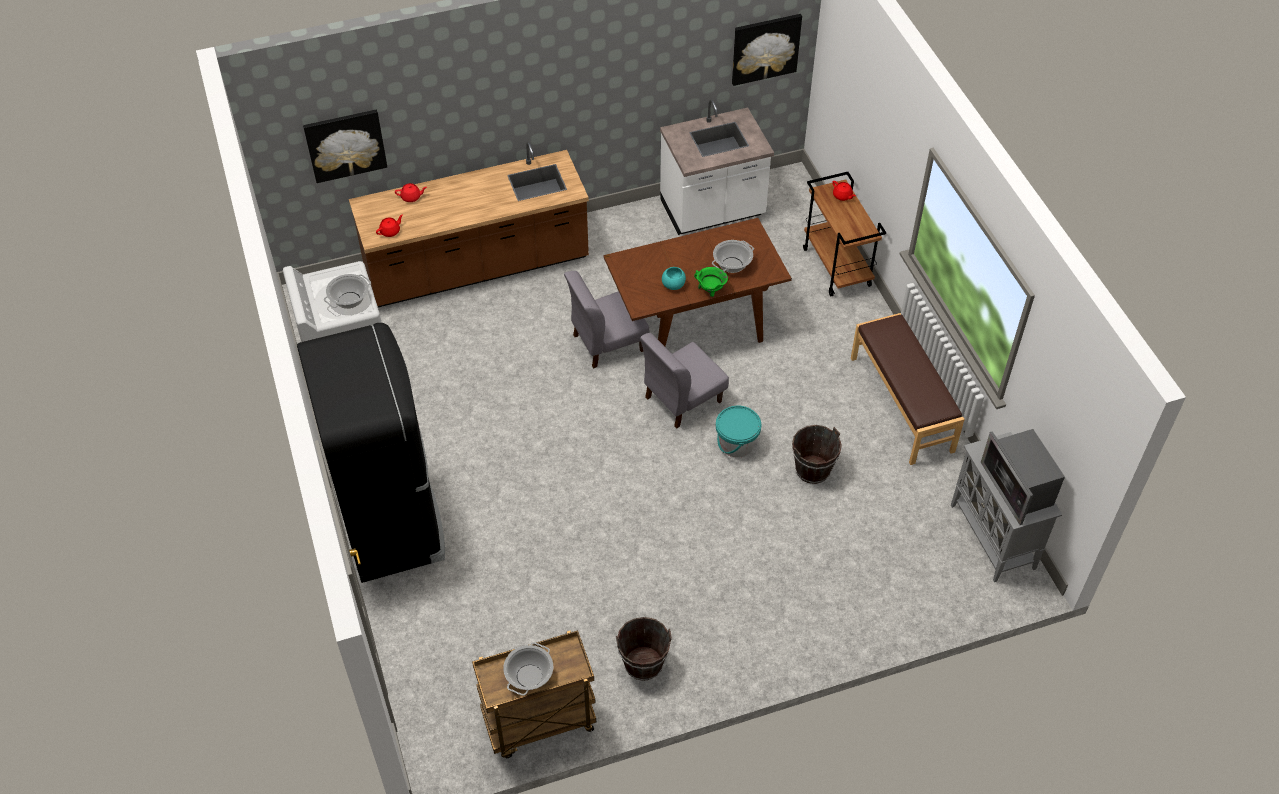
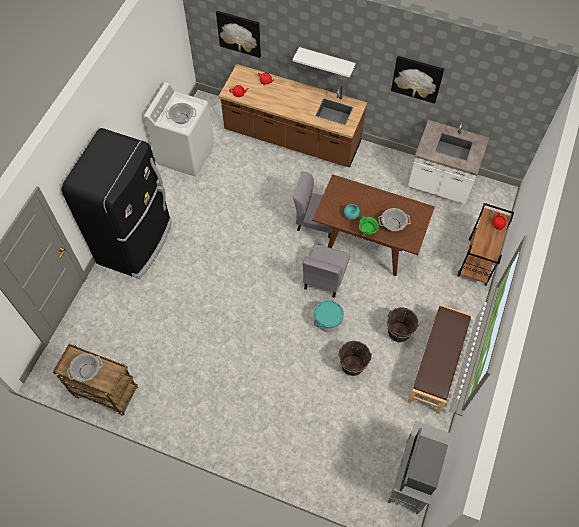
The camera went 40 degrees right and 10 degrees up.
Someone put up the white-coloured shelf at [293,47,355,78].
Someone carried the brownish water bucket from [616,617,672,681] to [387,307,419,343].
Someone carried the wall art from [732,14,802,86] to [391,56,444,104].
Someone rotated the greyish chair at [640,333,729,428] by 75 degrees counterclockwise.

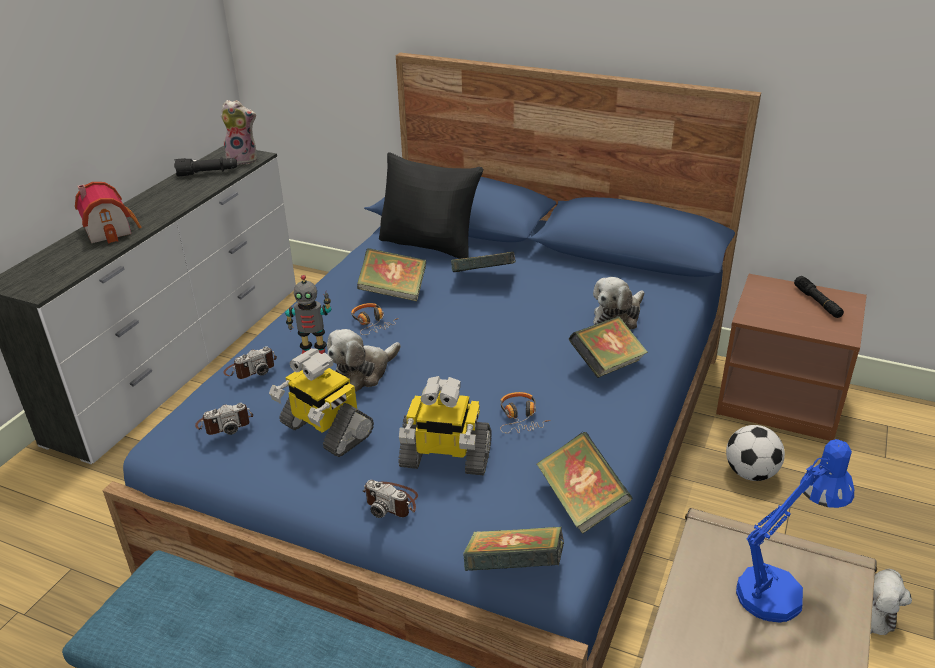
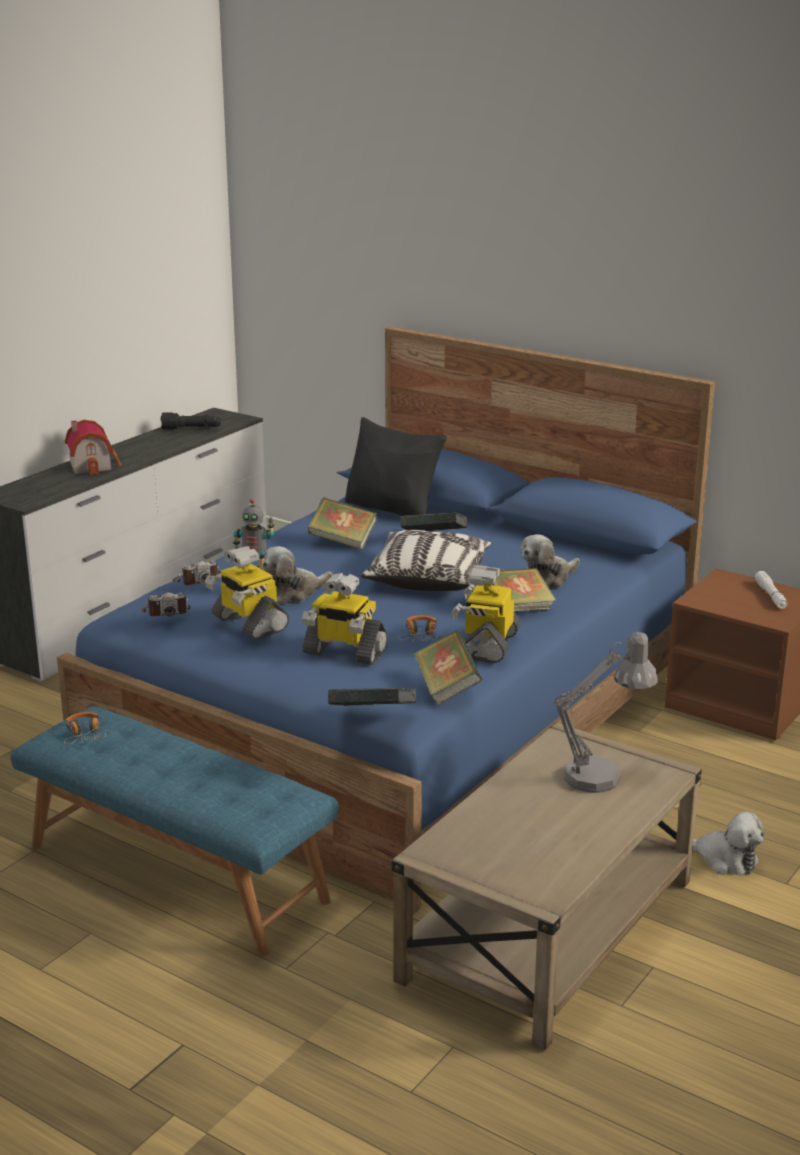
The camera went 10 degrees right and 10 degrees down.
Someone took away the plush toy at [221,100,257,165].
Someone took away the still camera at [363,480,418,518].
Someone took away the football ball at [726,425,785,481].
Someone put down the throw pillow at [361,530,492,591].
Someone put down the toy robot at [451,565,521,663].
Someone carried the pair of headphones from [351,303,399,335] to [64,712,113,744].
Someone repainted the blue table lamp at [736,439,854,623], which became the greyish table lamp at [554,632,658,793].
Someone repainted the blackish hand torch at [794,276,844,318], which became the white-coloured hand torch at [755,571,788,609].

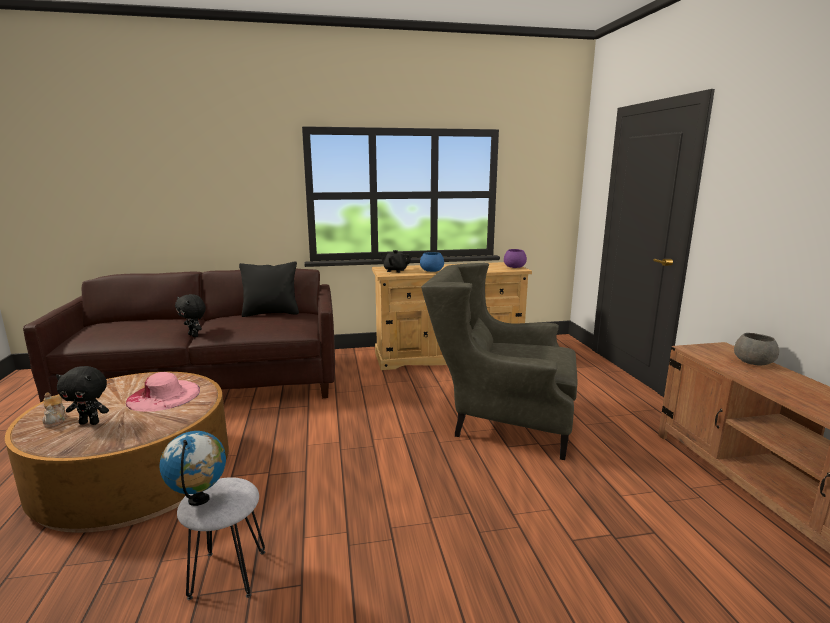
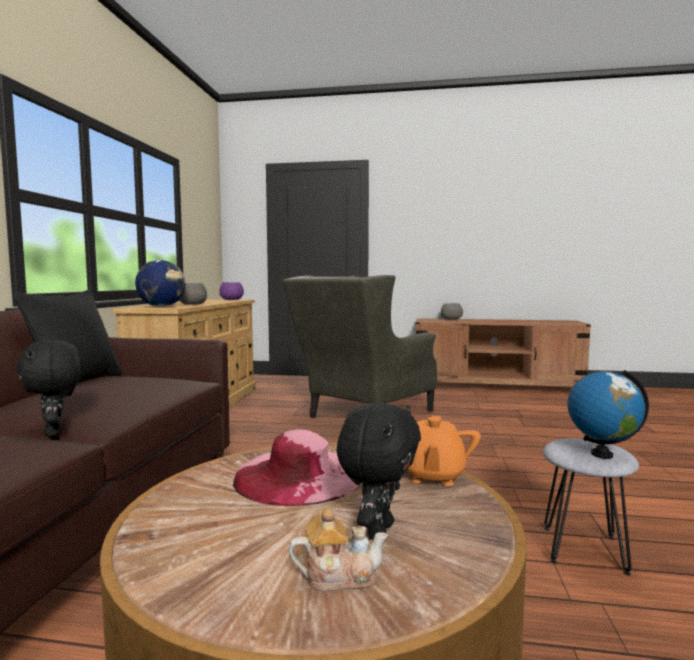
The camera went 70 degrees left and 10 degrees down.
Someone put down the orangey pot for tea at [407,416,481,486].
Someone swapped the blackish pot for tea at [379,250,411,273] for the desk globe at [135,260,185,307].
Someone repainted the blue deep dish at [420,252,444,272], which became the greyish deep dish at [179,283,207,305].
Someone rotated the blackish plush toy at [175,294,206,337] by 90 degrees clockwise.

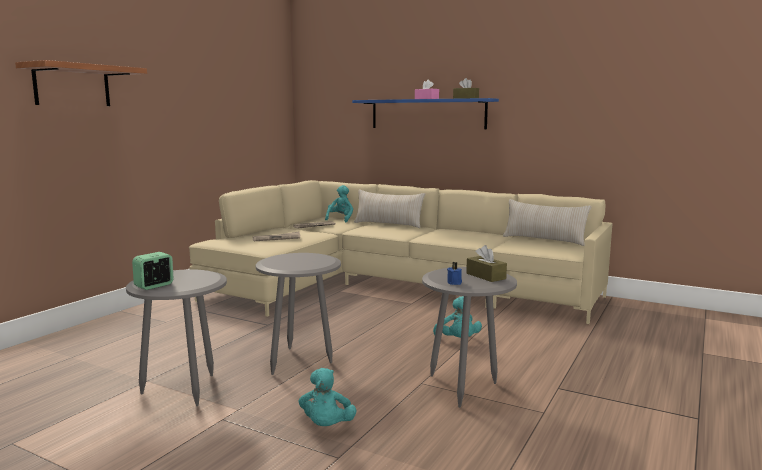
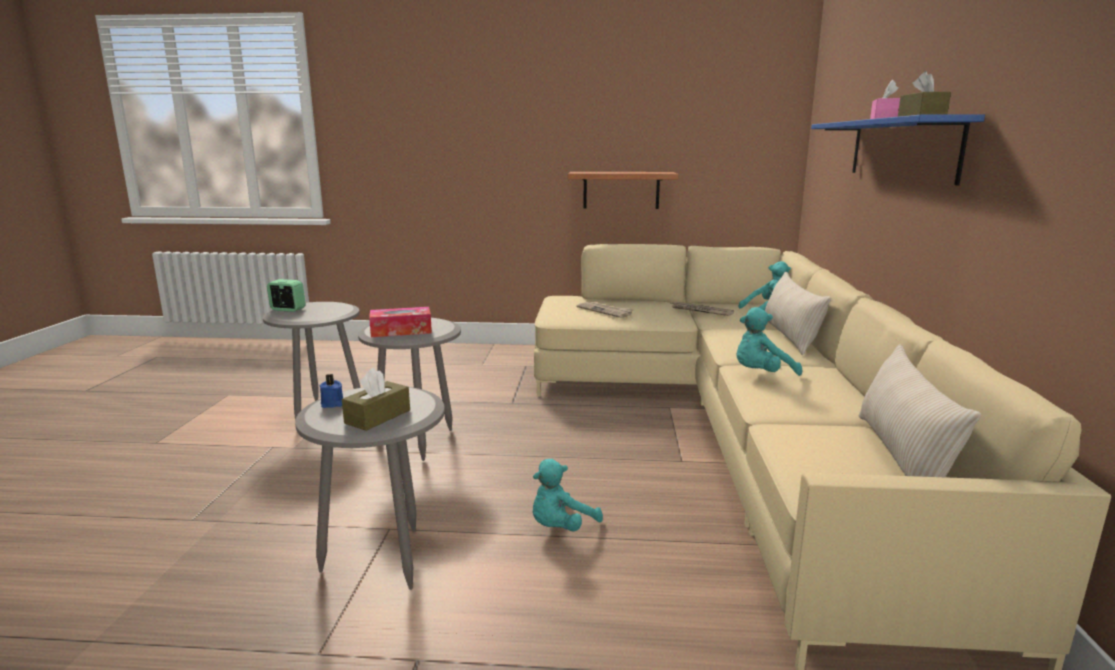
The camera went 65 degrees right and 5 degrees up.
Someone put down the tissue box at [369,307,432,337].
Someone carried the shelf from [15,60,147,106] to [568,172,678,209].
Someone carried the blue-green plush toy from [299,368,357,426] to [736,307,802,376].

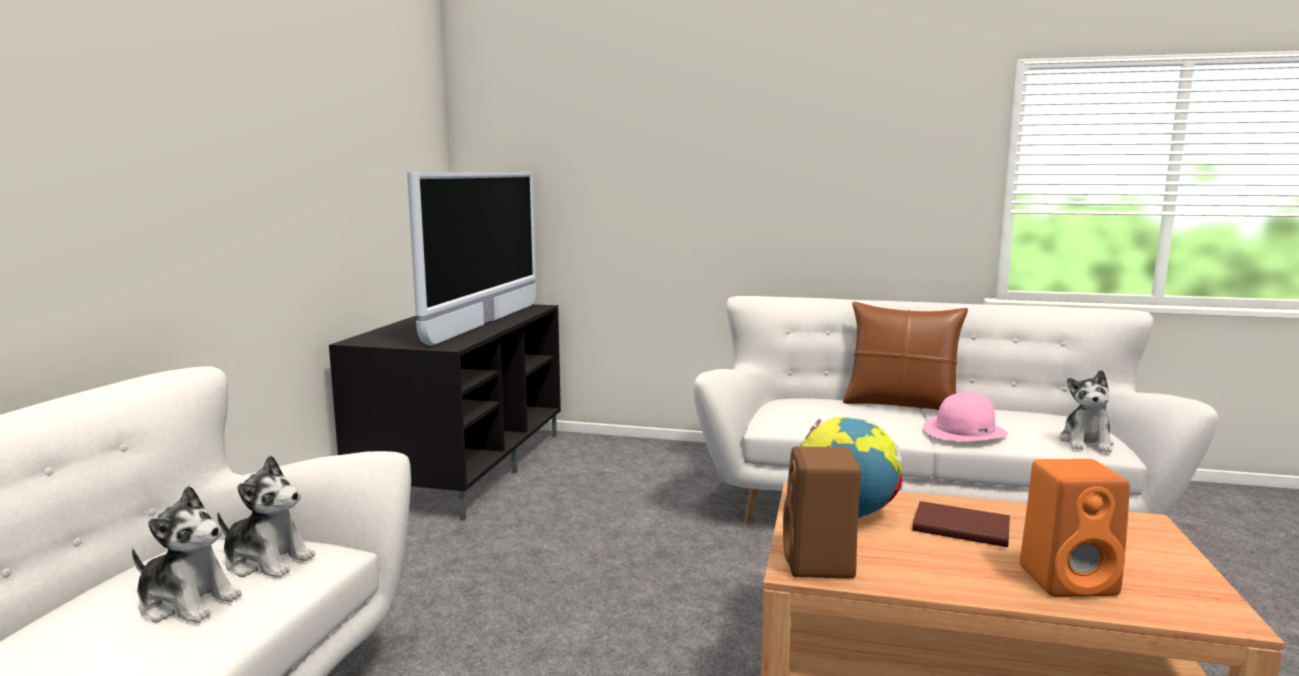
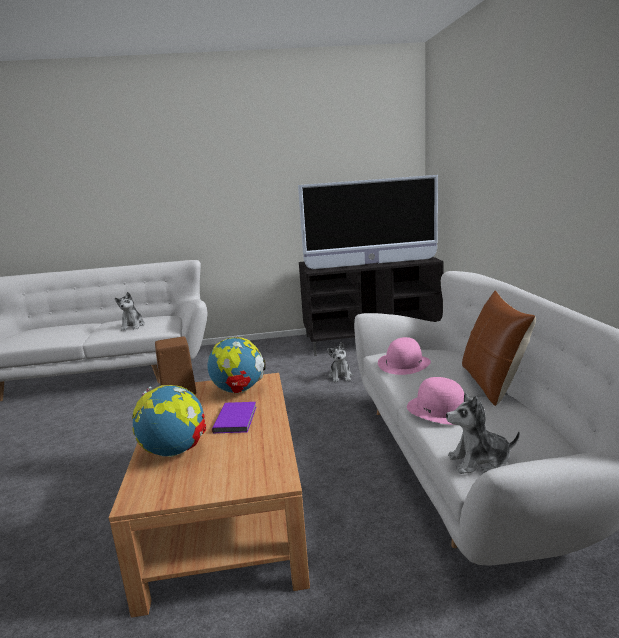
The camera went 70 degrees right and 5 degrees up.
Someone put down the pinkish hat at [378,337,431,375].
Someone carried the plush toy from [217,455,315,578] to [327,342,352,382].
Someone swapped the orangey audio speaker at [1020,459,1130,597] for the desk globe at [132,385,206,457].
Someone repainted the brownish bound book at [913,501,1010,547], which became the purple bound book at [212,402,256,433].

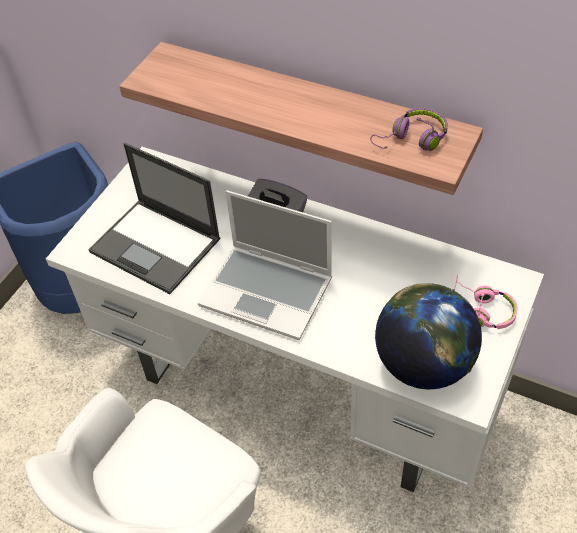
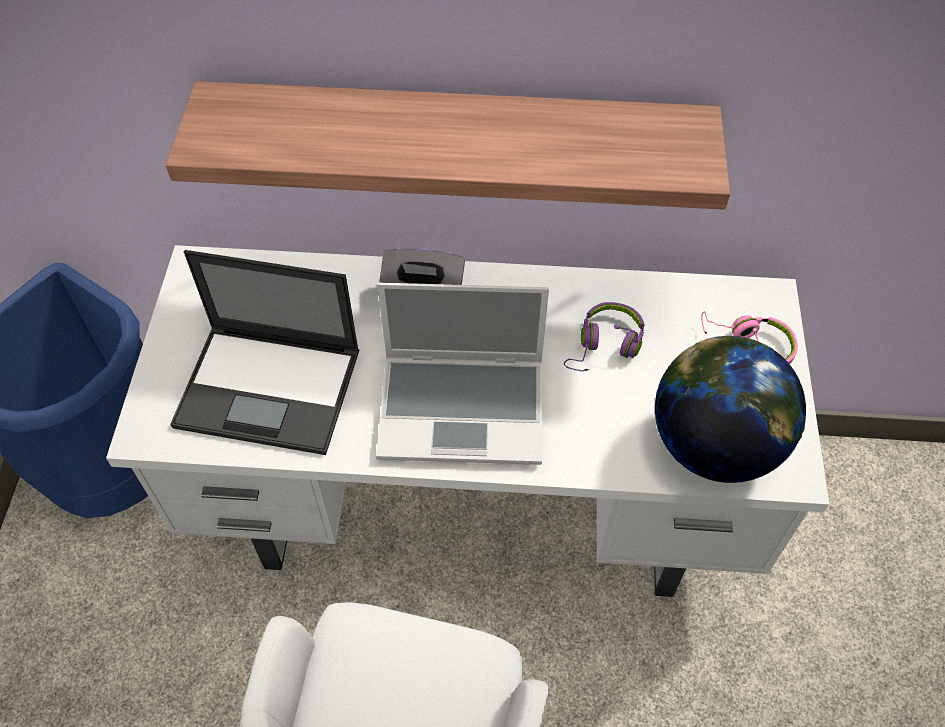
The camera went 25 degrees left and 5 degrees up.
Someone carried the purple pair of headphones from [370,108,448,151] to [564,302,645,371].

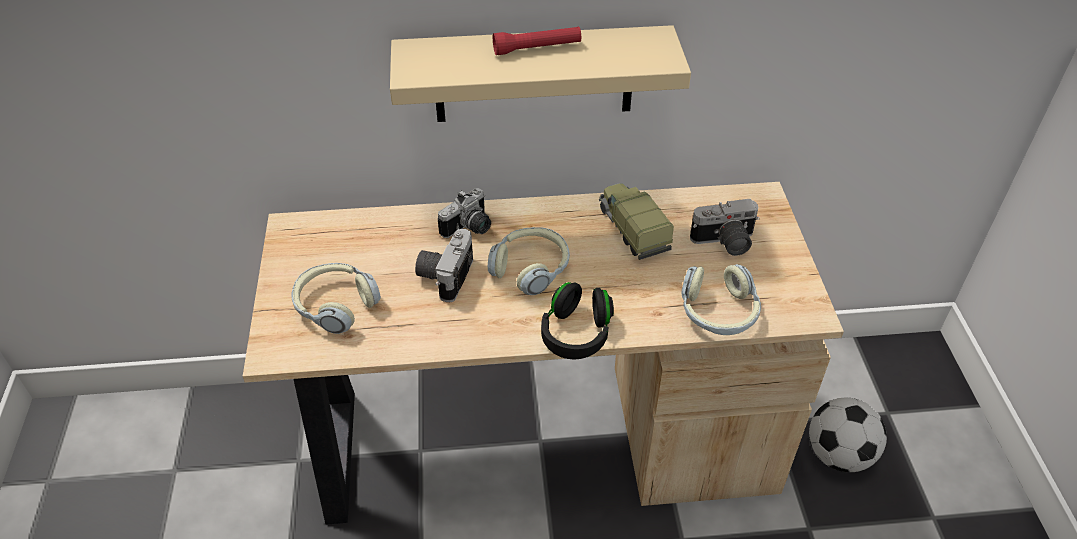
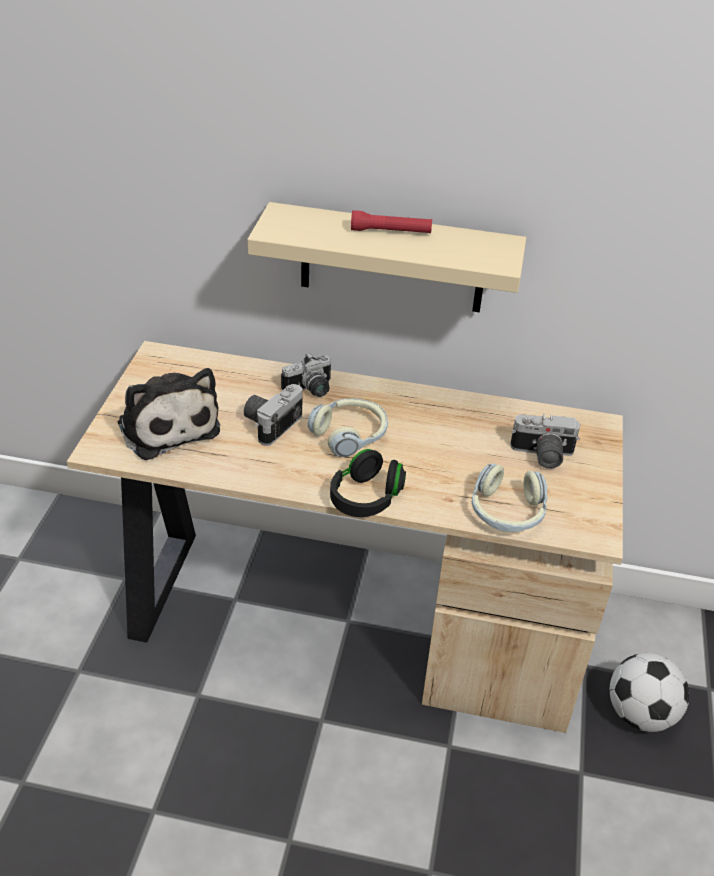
The camera went 15 degrees right and 5 degrees down.
Someone took away the model truck at [599,183,674,260].
Someone swapped the pair of headphones at [292,263,381,334] for the plush toy at [117,368,220,460].

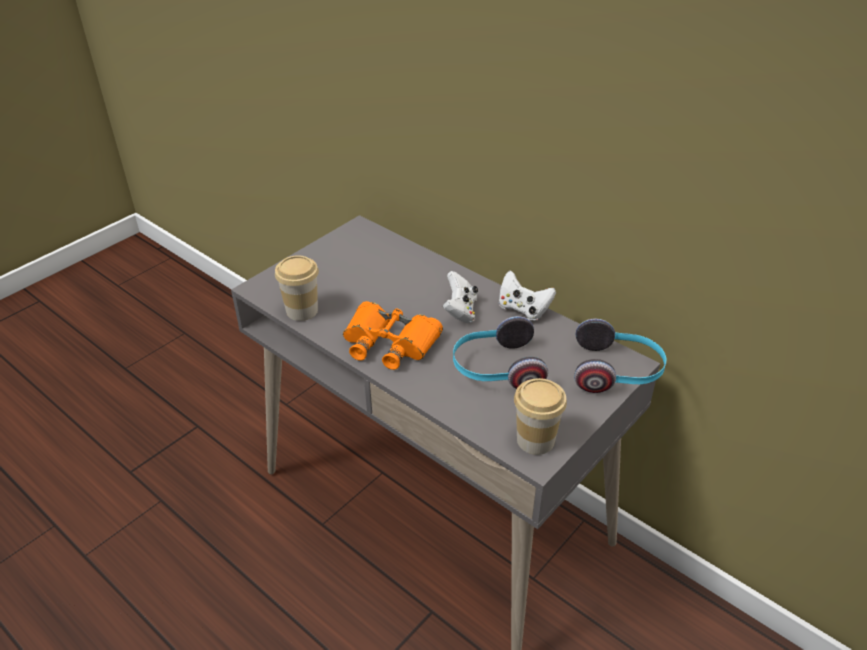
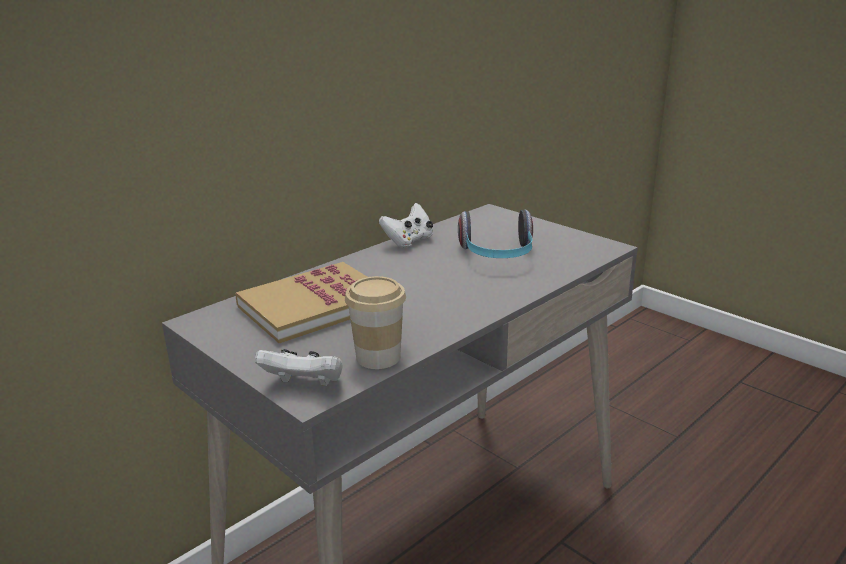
The camera went 85 degrees left and 15 degrees down.
Someone took away the orangey pair of binoculars at [343,301,443,370].
Someone took away the small cup at [514,378,567,455].
Someone took away the pair of headphones at [574,319,667,393].
Someone put down the bound book at [235,262,367,343].
Someone carried the white-coloured gamepad from [443,271,478,323] to [255,349,342,386].

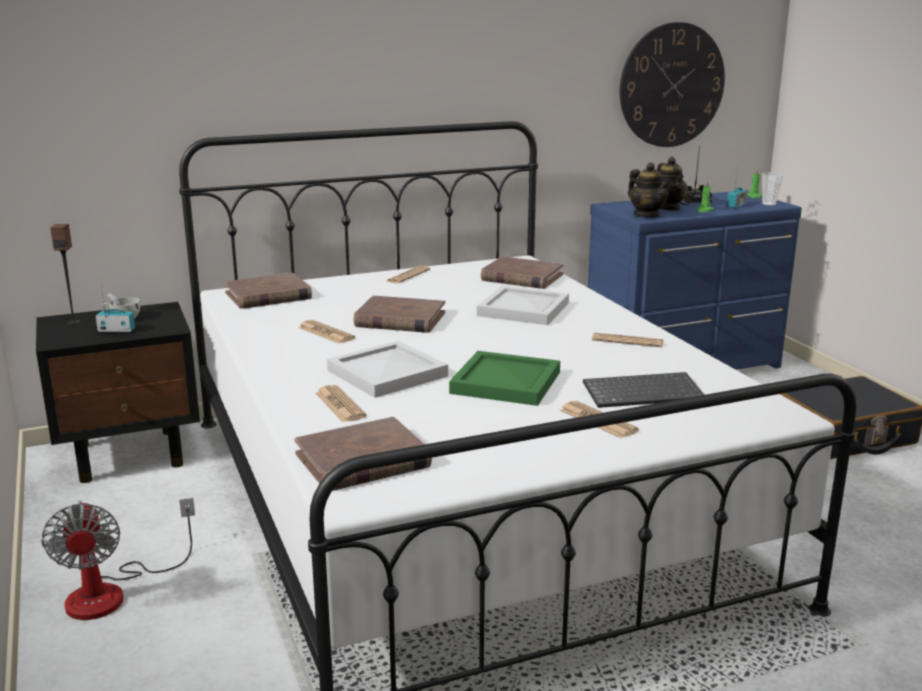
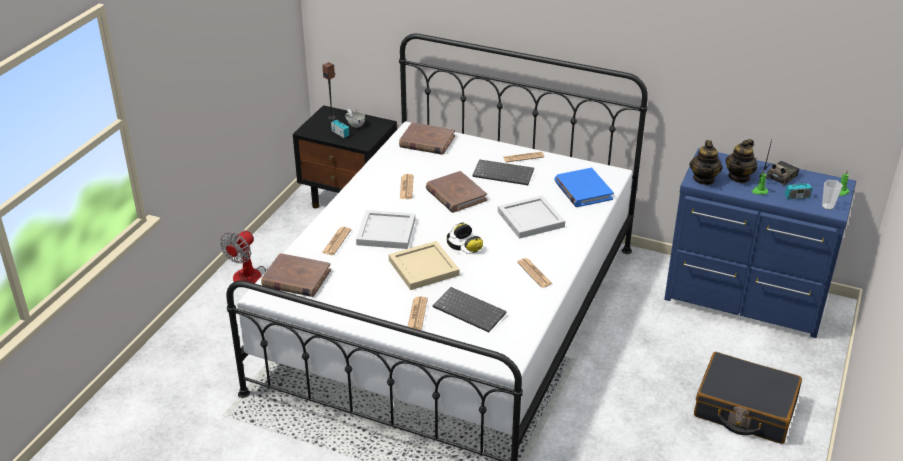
The camera went 45 degrees right and 15 degrees up.
Someone took away the clock on the wall at [619,22,725,147].
Someone put down the pair of headphones at [447,222,483,254].
Someone put down the keyboard at [472,159,534,185].
Someone repainted the green-coloured carrying tray at [449,351,560,406], which became the beige-coloured carrying tray at [389,241,460,290].
Someone repainted the brownish bound book at [481,256,564,289], which became the blue bound book at [555,168,614,207].

